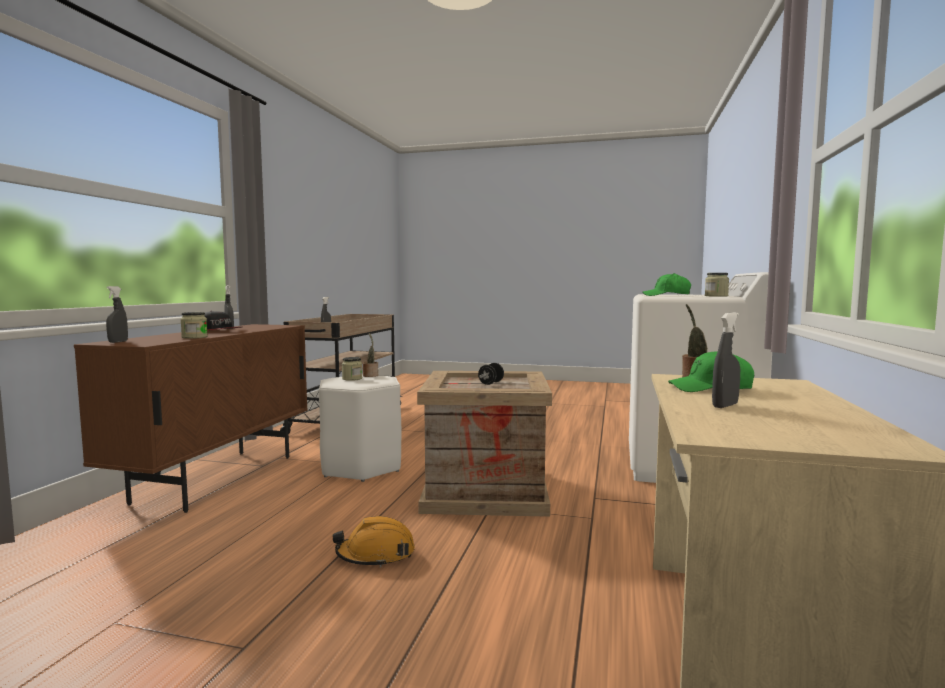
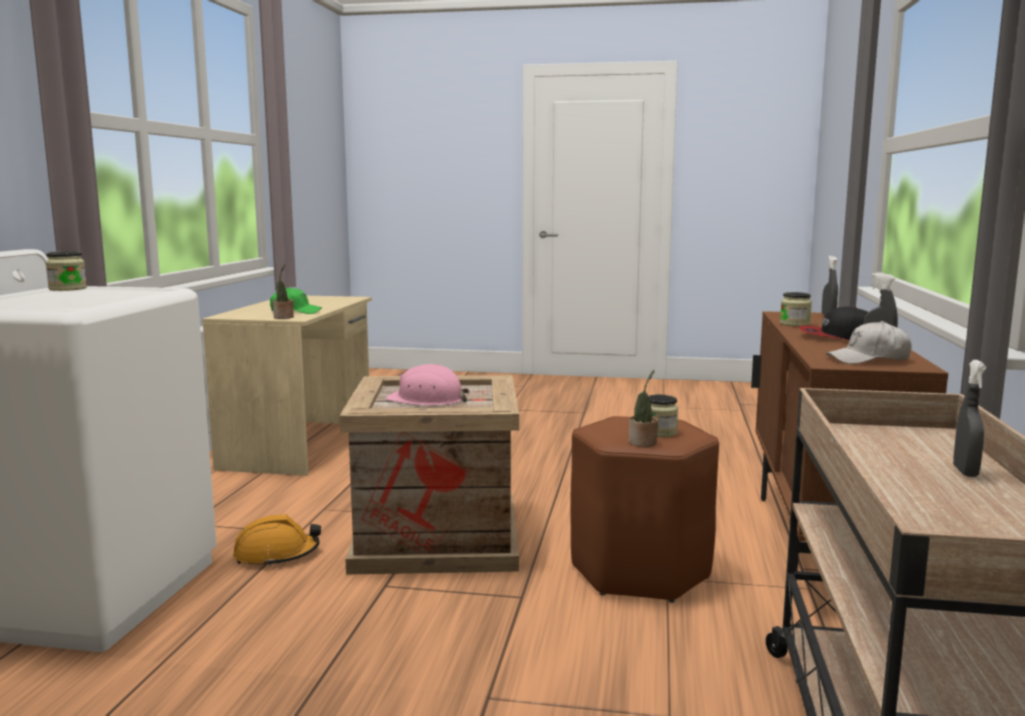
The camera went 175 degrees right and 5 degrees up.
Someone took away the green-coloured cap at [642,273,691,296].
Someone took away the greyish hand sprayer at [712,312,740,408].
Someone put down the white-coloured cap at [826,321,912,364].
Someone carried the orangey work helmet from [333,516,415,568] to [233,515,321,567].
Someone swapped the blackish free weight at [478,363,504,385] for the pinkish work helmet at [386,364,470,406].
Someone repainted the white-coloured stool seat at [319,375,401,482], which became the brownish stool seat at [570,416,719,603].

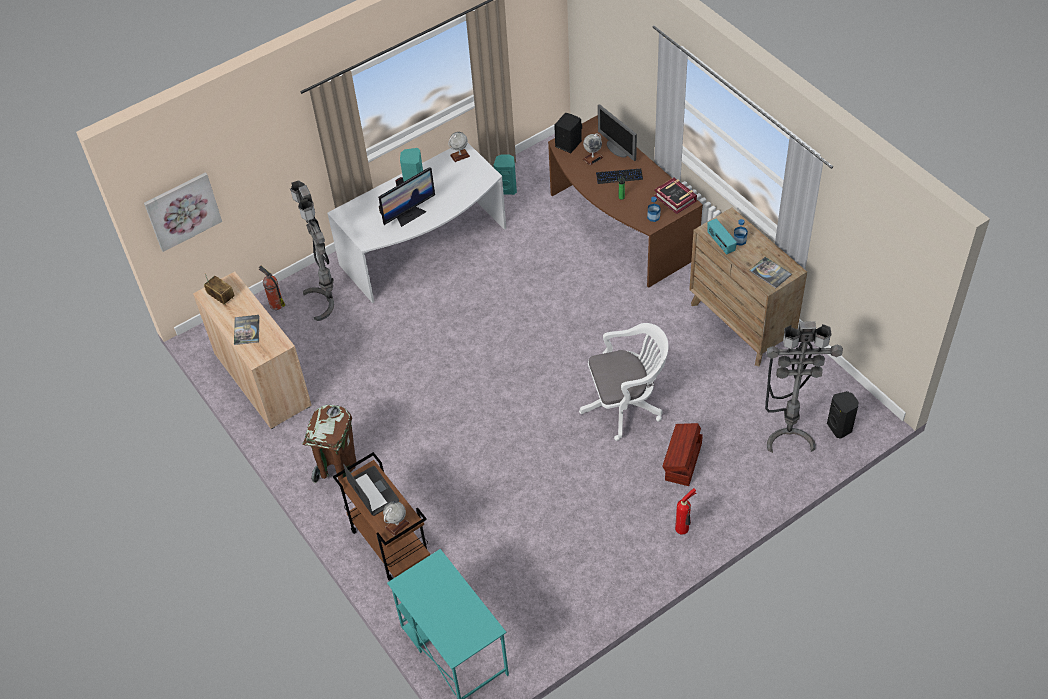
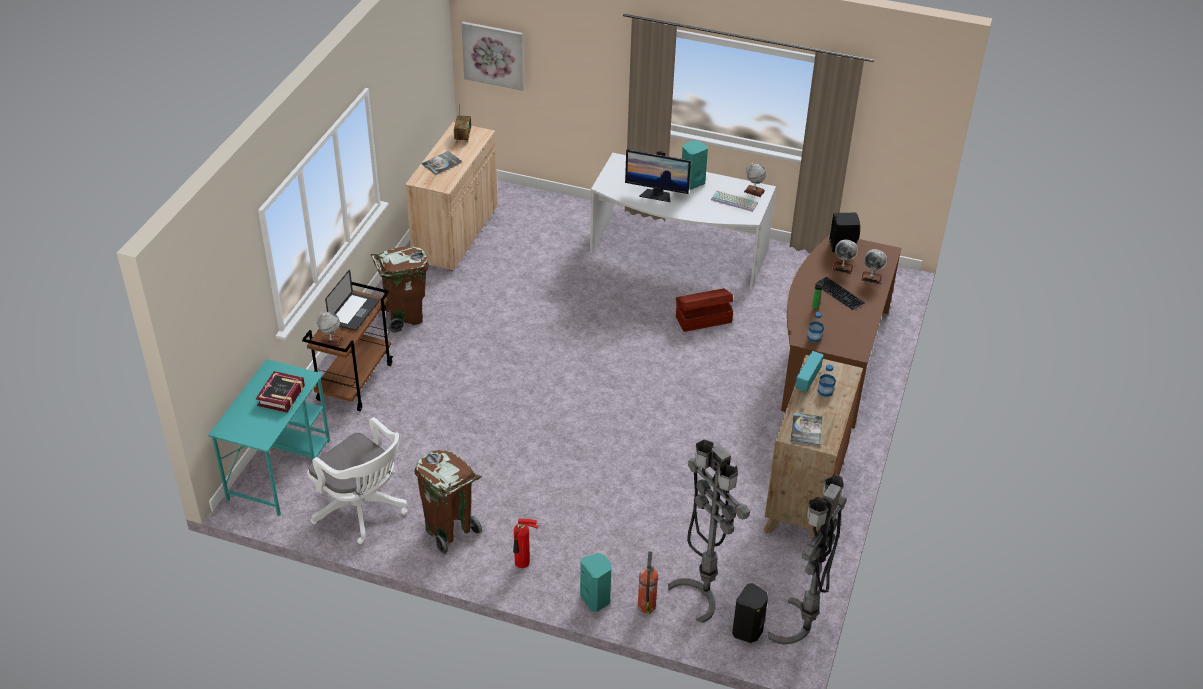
The camera went 50 degrees right and 10 degrees down.
Someone put down the brownish trash can at [414,450,482,555].
Someone put down the keyboard at [711,190,758,212].
Someone carried the fire-fighting cylinder from [259,266,285,310] to [638,551,658,614].
Someone carried the greyish floor lamp from [290,180,334,321] to [768,473,847,644].
Someone carried the blue-green audio speaker from [493,154,517,195] to [580,553,612,612].
Someone carried the white-coloured office chair from [579,323,668,441] to [307,417,408,544].
Someone carried the bound book from [654,177,697,214] to [256,371,305,413].
Someone carried the brownish storage bin from [662,423,703,486] to [676,288,733,332].
Someone swapped the computer display at [598,104,637,161] for the desk globe at [861,249,887,284].

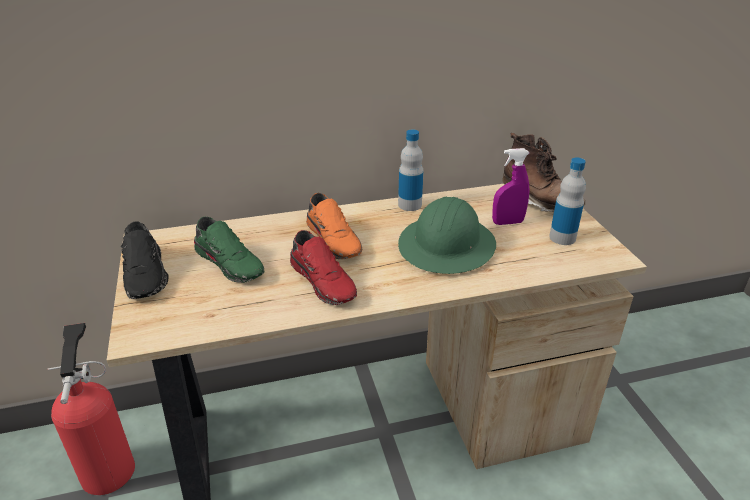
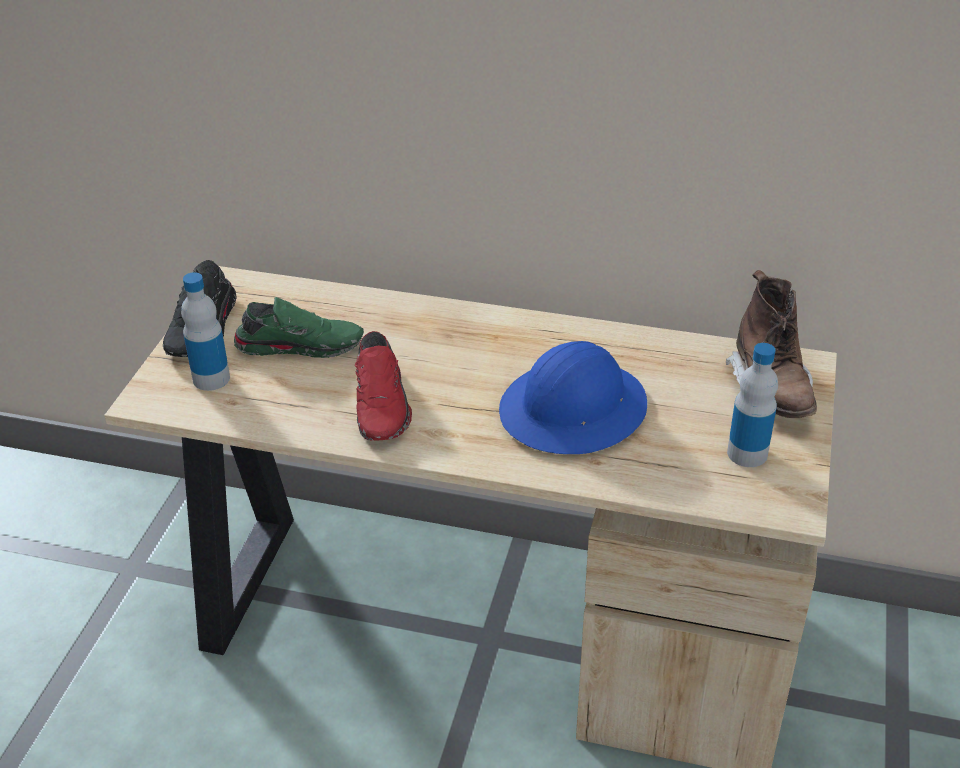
The camera went 30 degrees right and 5 degrees up.
Someone took away the fire-fighting cylinder at [48,323,135,495].
Someone took away the orangey low shoe at [306,193,362,260].
Someone took away the purple hand sprayer at [492,148,529,225].
Someone carried the beverage bottle from [398,129,424,211] to [181,272,230,391].
Someone repainted the green-coloured work helmet at [398,197,496,274], which became the blue work helmet at [499,341,647,454].
Someone rotated the green-coloured low shoe at [194,217,264,283] by 75 degrees counterclockwise.

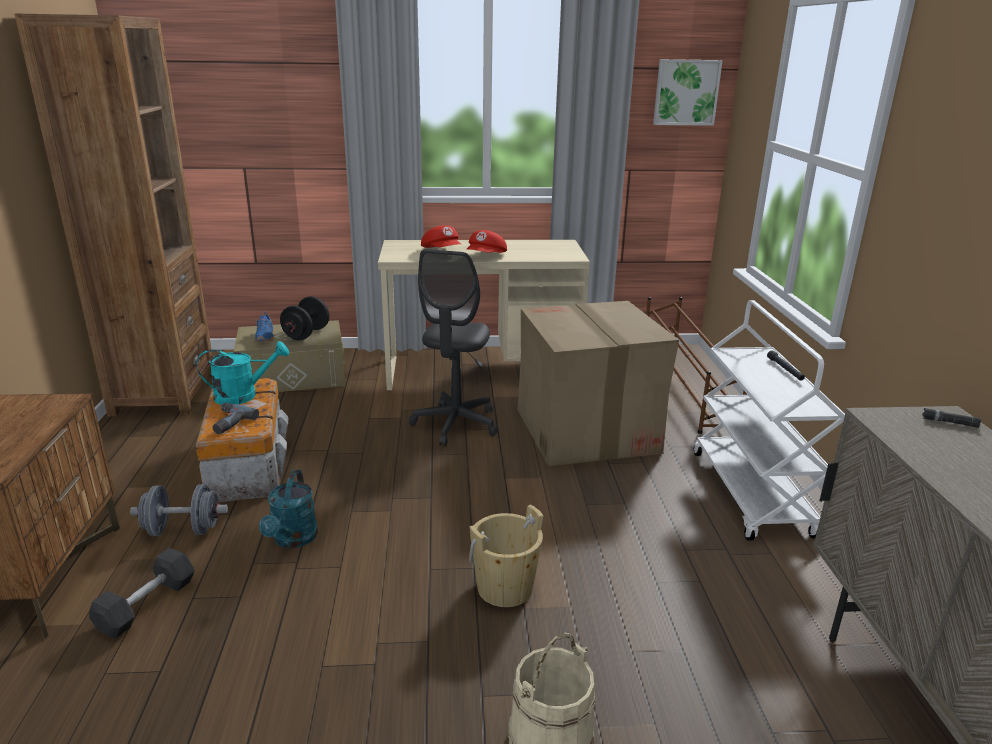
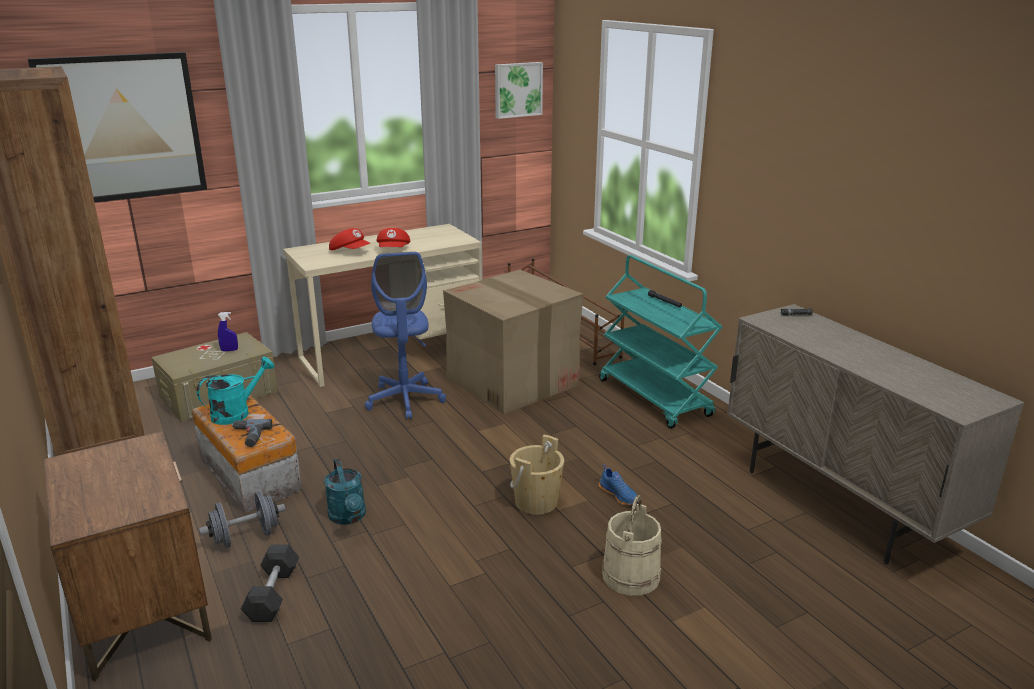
The camera went 25 degrees left and 0 degrees up.
Someone put up the wall art at [28,52,207,202].
Someone carried the blue low shoe from [255,312,274,342] to [599,464,638,505].
Someone swapped the blackish free weight at [280,296,329,340] for the blue hand sprayer at [218,312,238,351].
Someone repainted the greyish office chair at [409,249,498,446], which became the blue office chair at [365,252,446,420].
Someone repainted the white-coloured cart at [694,300,845,541], which became the blue-green cart at [599,255,722,429].

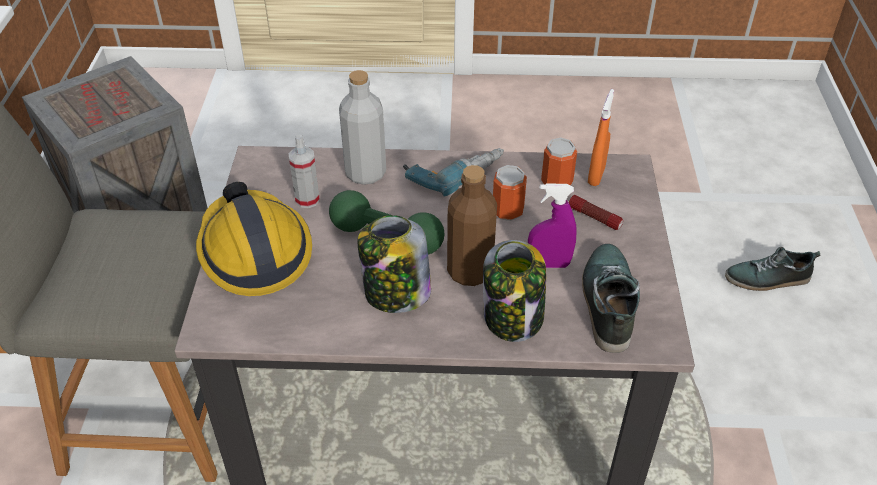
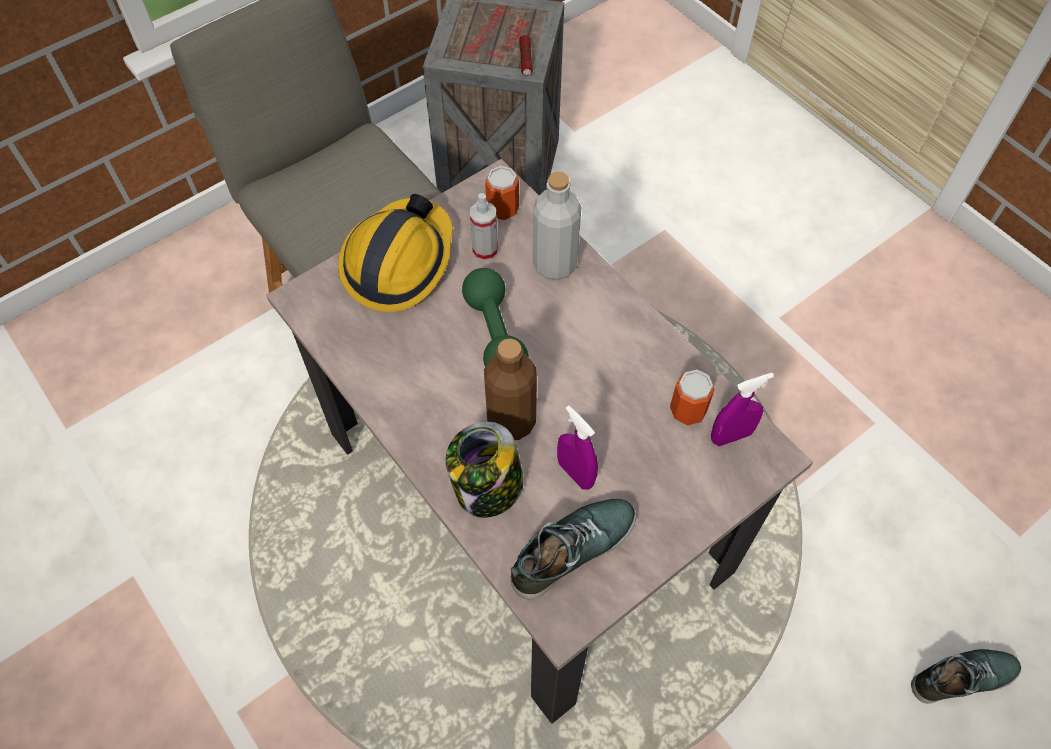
The camera went 50 degrees right and 15 degrees up.
Someone took away the jar at [358,215,431,313].
Someone took away the power drill at [403,148,504,197].
Someone carried the sealed can from [493,165,527,221] to [485,166,519,220].
Someone carried the hand torch from [569,195,623,230] to [519,35,533,76].
Someone repainted the orangey hand sprayer at [588,89,614,186], which became the purple hand sprayer at [711,372,774,446].
Someone rotated the low shoe at [725,247,820,291] by 120 degrees clockwise.

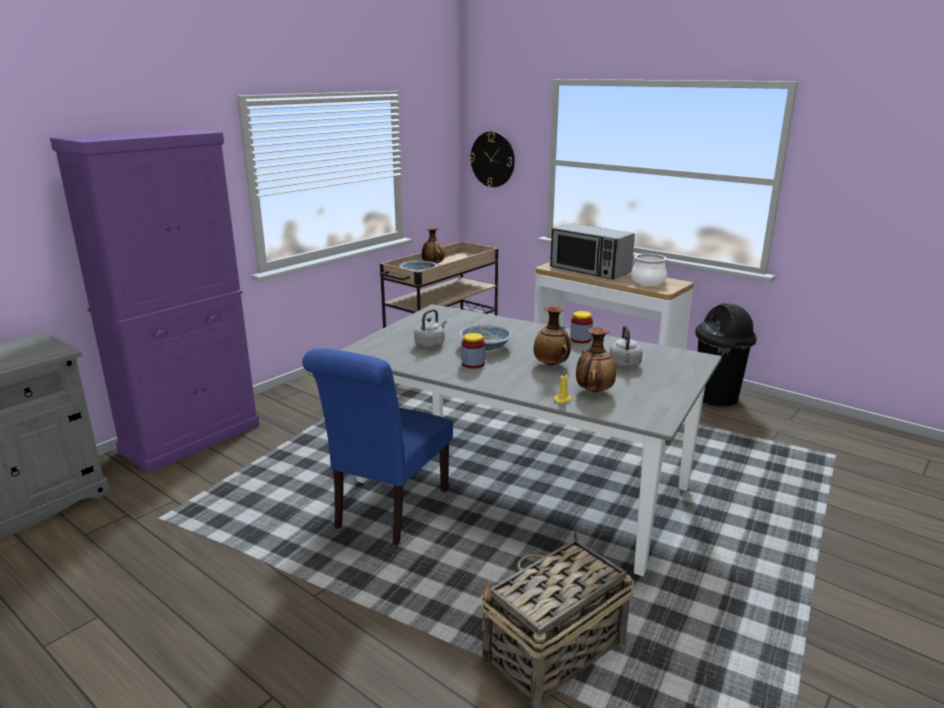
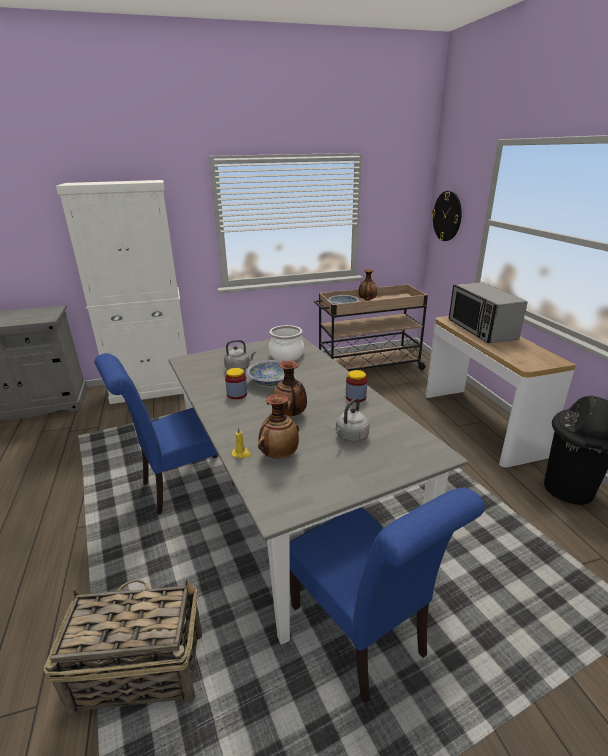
The camera went 35 degrees right and 5 degrees up.
Someone put down the blue chair at [290,488,485,704].
Someone carried the cooking pot from [631,254,667,285] to [269,325,304,361].
Someone repainted the purple cupboard at [50,129,260,473], which became the white-coloured cupboard at [56,180,187,404].

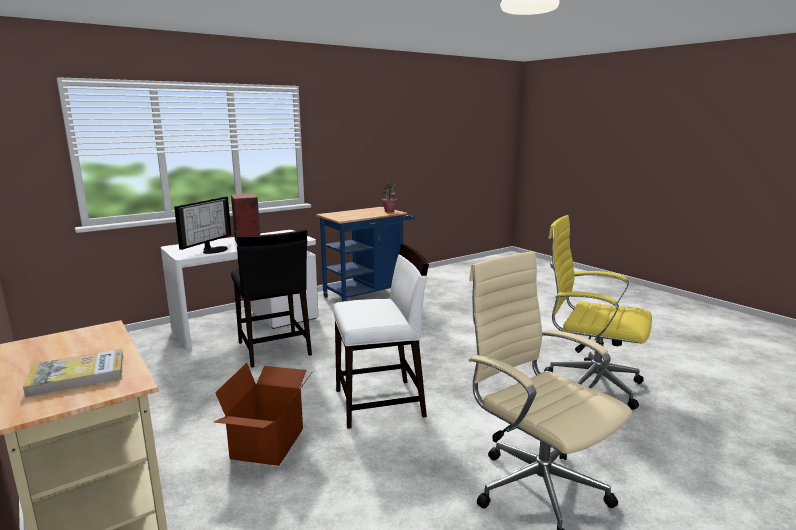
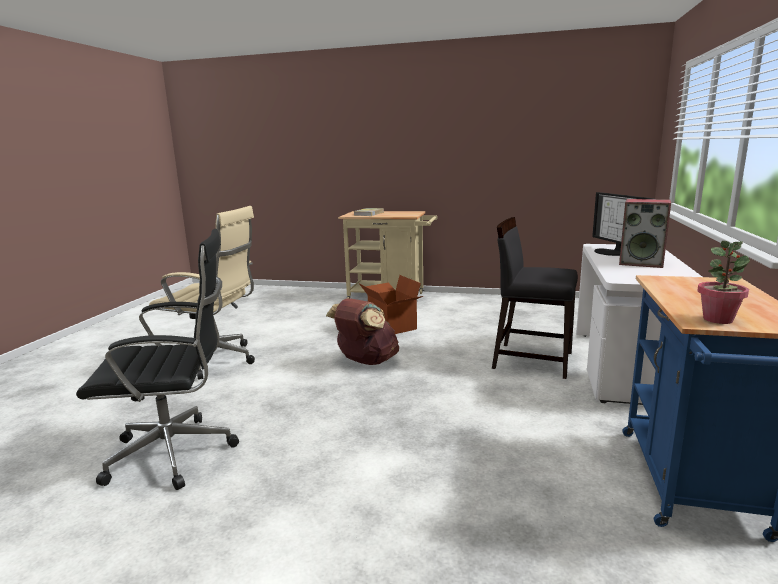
The camera went 140 degrees right and 0 degrees up.
Someone swapped the white-coloured chair at [333,244,429,429] for the brownish backpack at [326,298,399,365].
Someone repainted the yellow office chair at [544,215,652,410], which became the blackish office chair at [76,229,239,490].

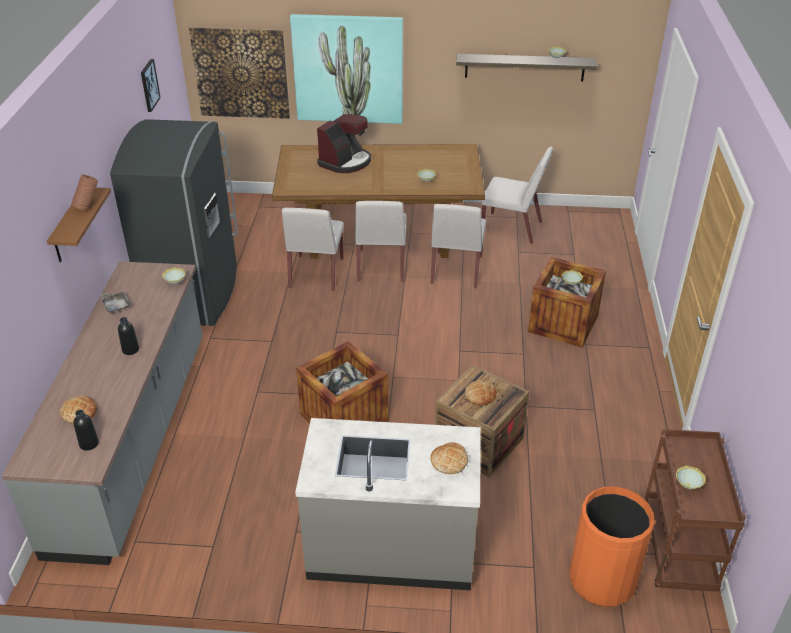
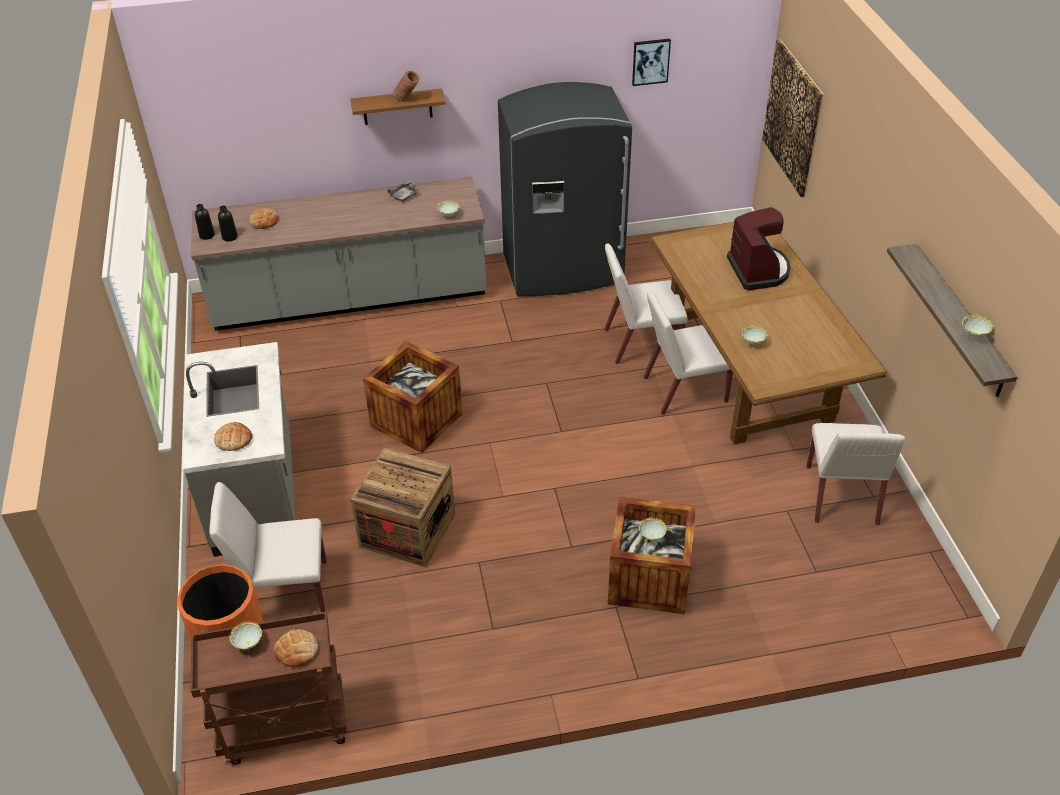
The camera went 75 degrees right and 5 degrees up.
Someone took away the wall art at [290,14,403,124].
Someone carried the blackish beverage bottle from [118,317,139,355] to [195,204,215,240].
Someone carried the white-coloured chair from [430,204,486,289] to [209,482,327,612].
Someone carried the bakery bread from [465,380,497,406] to [274,629,318,667].
Someone rotated the coffee maker at [317,114,371,173] by 120 degrees counterclockwise.

